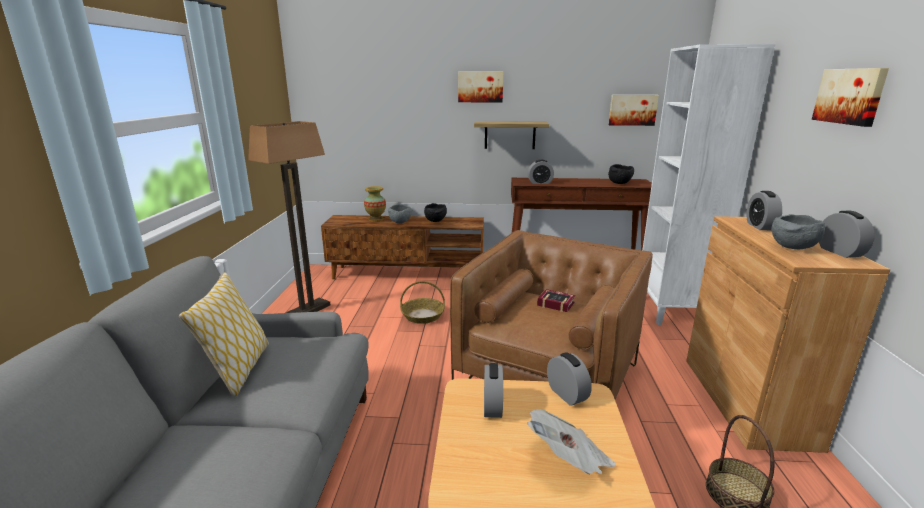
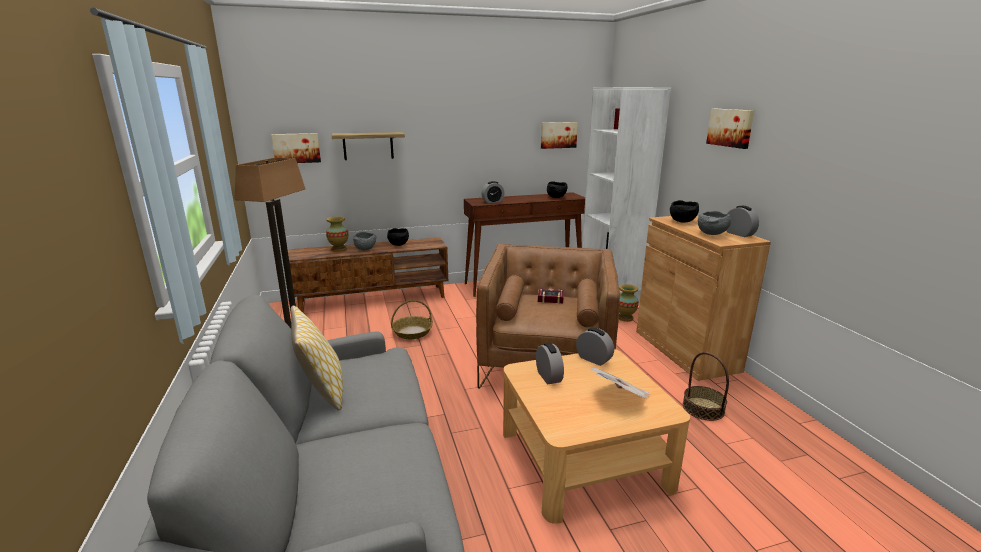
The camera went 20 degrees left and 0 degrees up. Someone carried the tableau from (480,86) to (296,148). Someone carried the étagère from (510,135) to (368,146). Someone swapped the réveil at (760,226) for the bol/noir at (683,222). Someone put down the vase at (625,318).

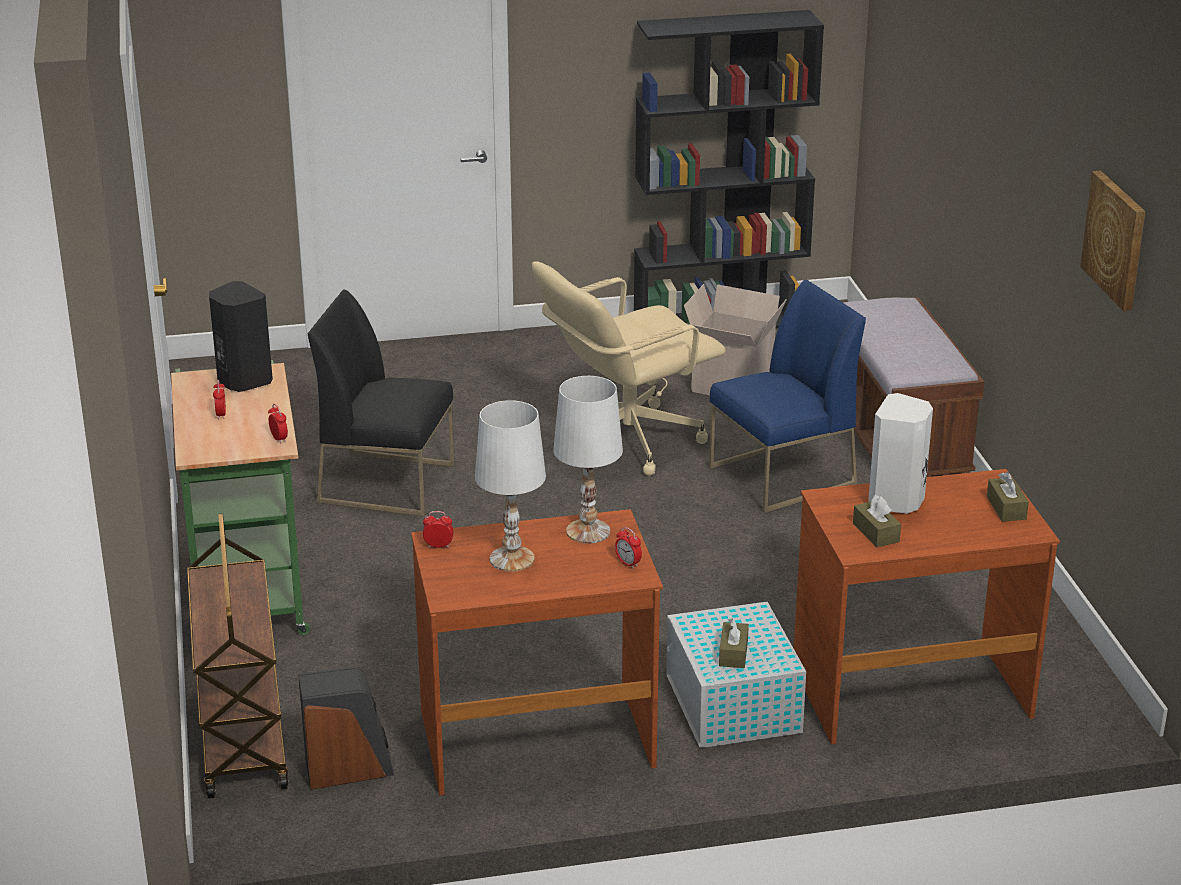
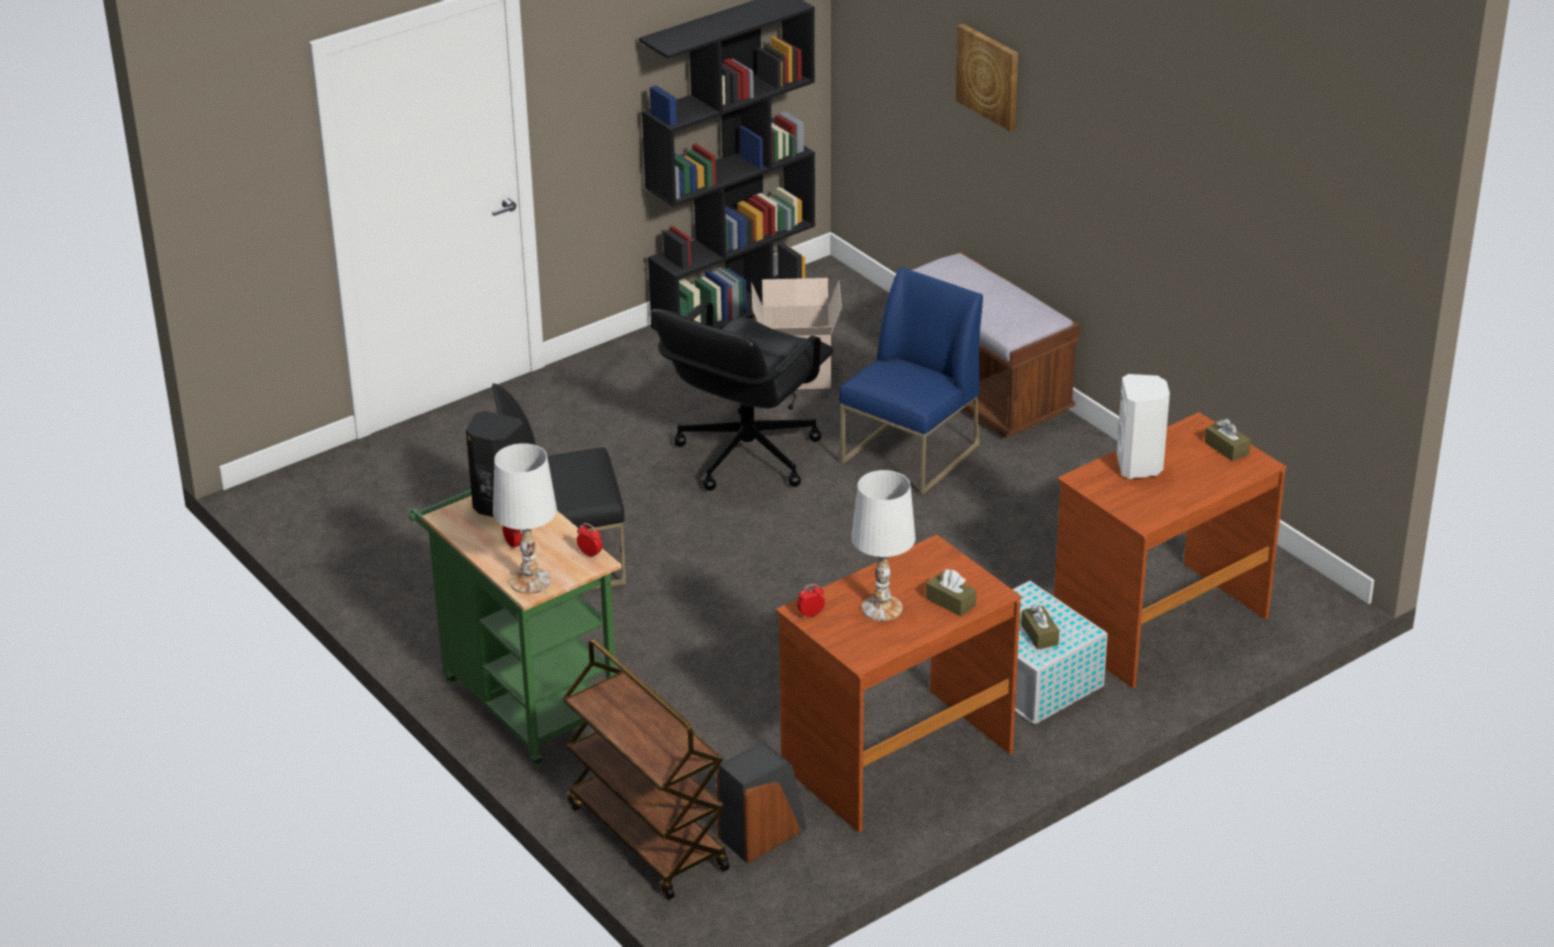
The camera went 25 degrees left and 5 degrees up. Someone repainted the chaise de bureau/beige at (626,439), which became the chaise de bureau/noir at (745,455). Someone carried the lampe de table/blanc from (588,532) to (530,581). Someone took away the réveil at (628,563). Someone carried the boîte à mouchoirs/marron from (876,532) to (950,602). Someone carried the tableau from (1116,239) to (989,76).

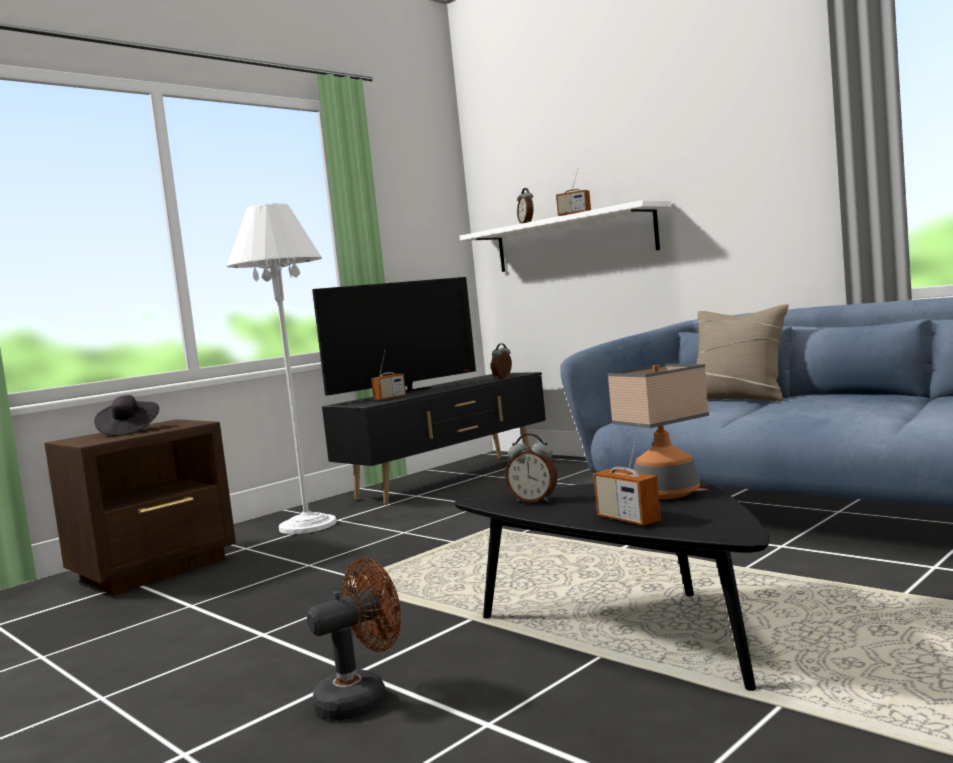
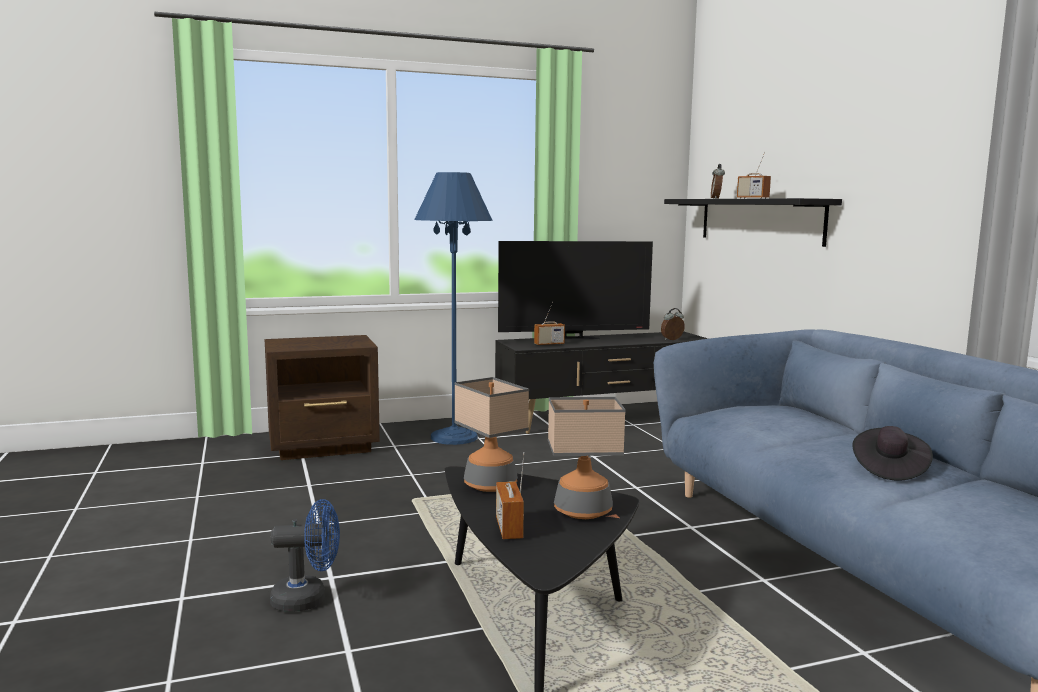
The camera went 25 degrees right and 5 degrees up. Someone carried the chapeau/noir from (129,431) to (888,469). Someone repainted the lampadaire/blanc at (308,525), which became the lampadaire/bleu at (454,437). Someone repainted the ventilateur/marron at (362,699), which became the ventilateur/bleu at (308,599). Someone repainted the étagère/blanc at (572,240), which became the étagère/noir at (759,220). Someone swapped the réveil at (534,501) for the lampe de table at (490,485). Someone took away the coussin/beige at (739,398).

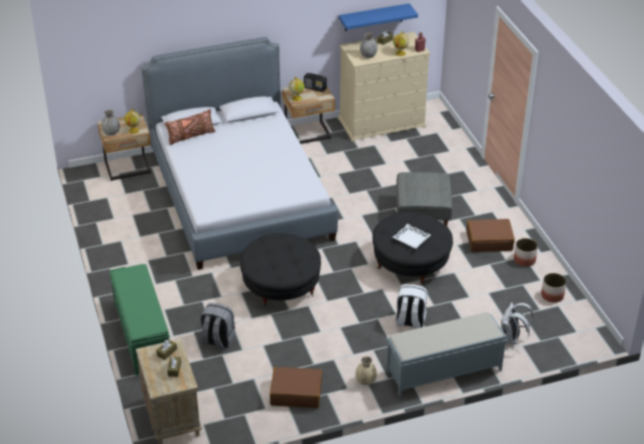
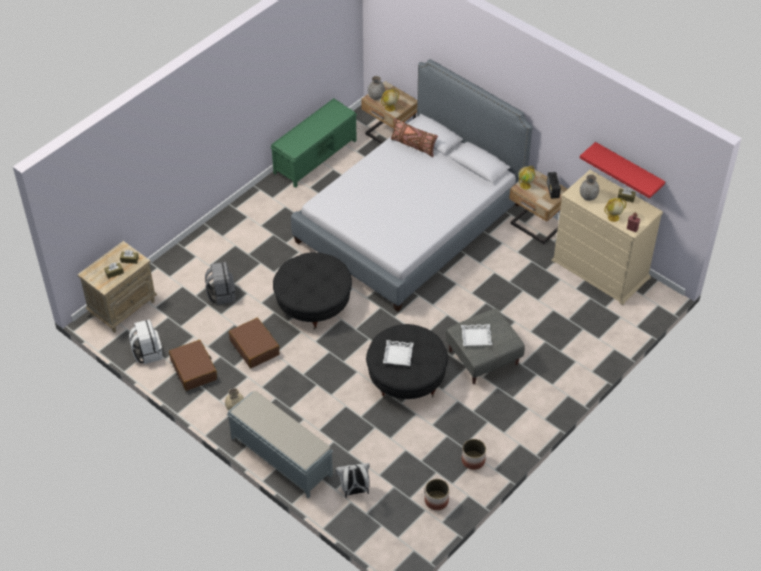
The camera went 60 degrees right and 10 degrees up. Someone carried the banc/vert from (142,334) to (315,156). Someone repainted the étagère/bleu at (374,17), which became the étagère/rouge at (628,169). Someone carried the sac à dos/blanc from (410,321) to (147,353). Someone carried the valise/marron from (489,241) to (255,347). Someone put down the plateau/blanc at (476,337).

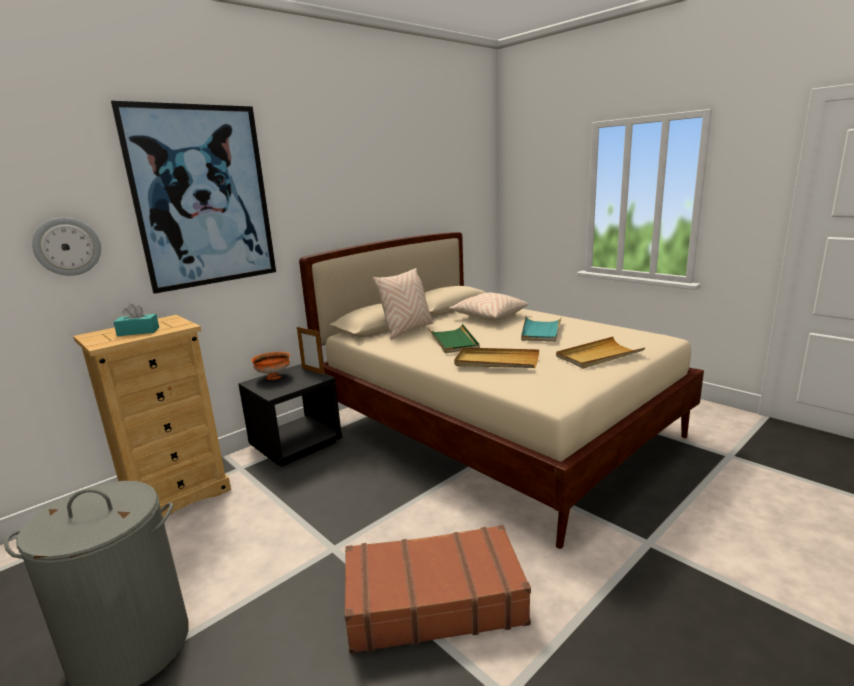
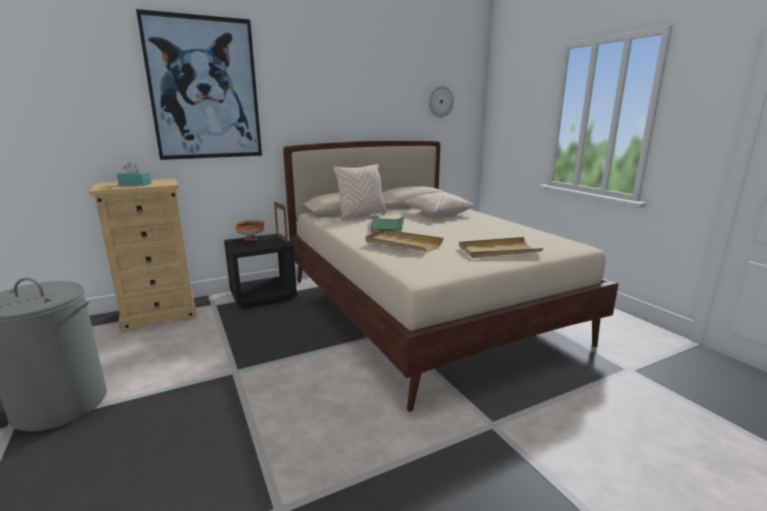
The camera went 15 degrees right and 0 degrees up. Someone carried the horloge murale from (67,246) to (440,101). Someone took away the valise/marron at (433,601). Someone took away the plateau/turquoise at (541,331).

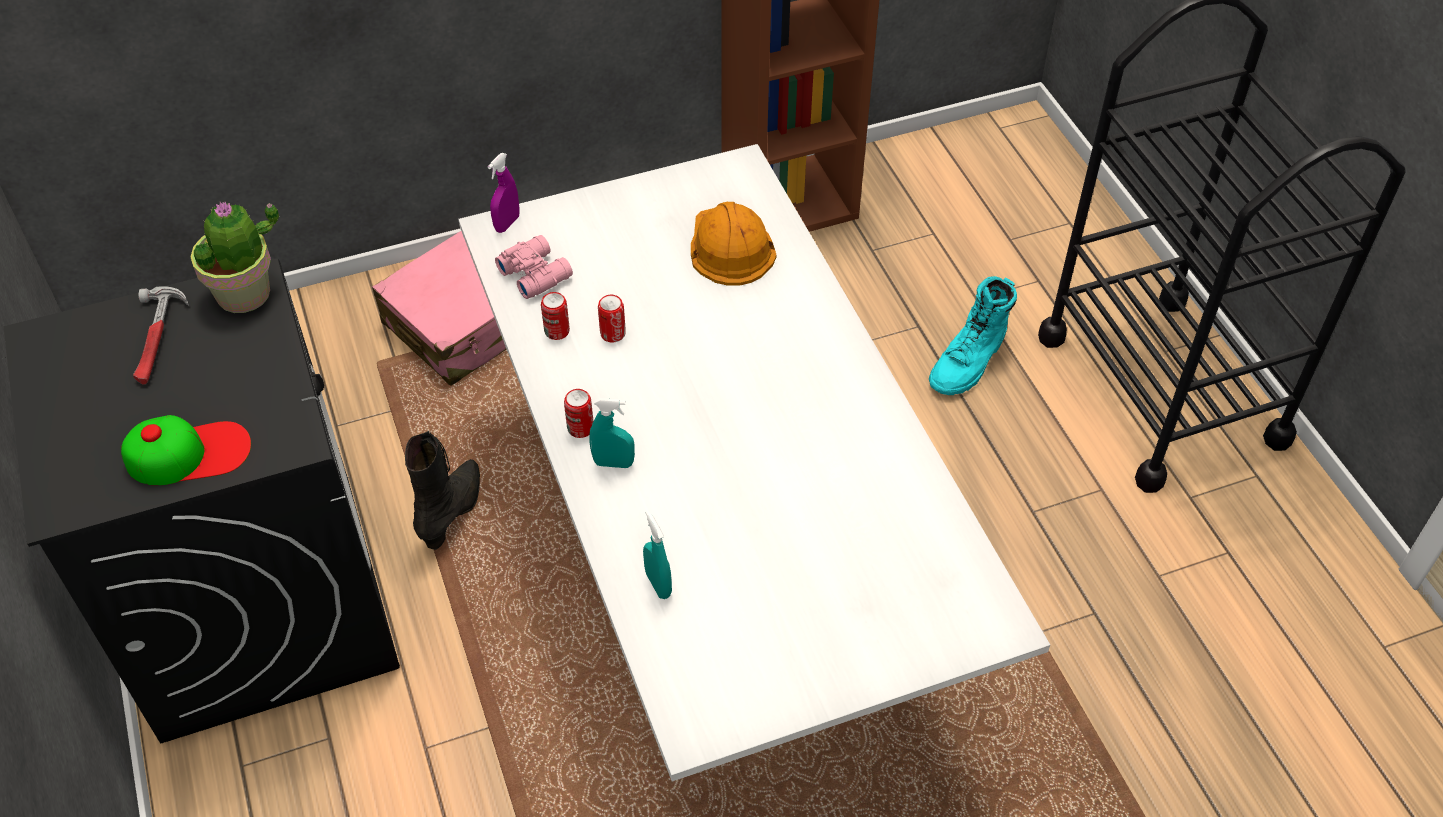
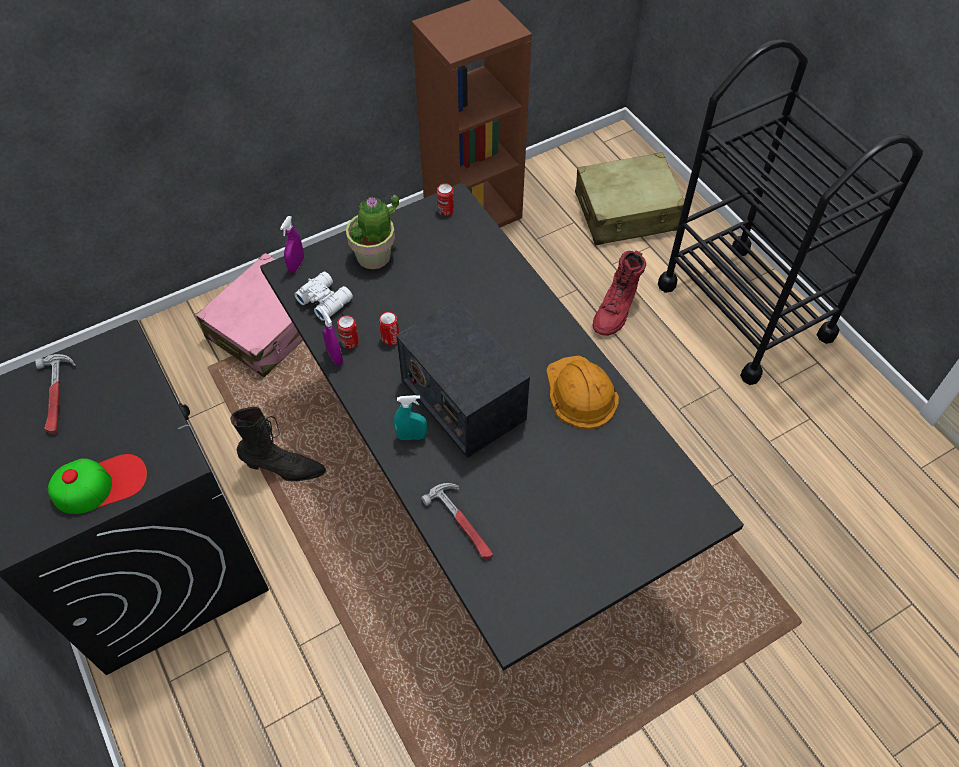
The camera went 10 degrees left and 5 degrees up. Someone carried the plante en pot from (245,294) to (374,256). Someone rotated the botte/noir at (453,512) by 90 degrees clockwise. Someone repainted the table à manger/blanc at (721,571), which became the table à manger/noir at (479,484). Someone repainted the jumelles/rose at (535,273), which became the jumelles/blanc at (325,299). Someone carried the boîte métallique from (580,428) to (445,210). Someone swapped the vaporisateur/turquoise at (658,584) for the marteau at (463,523). Someone carried the casque de chantier/orange from (730,246) to (580,393). Someone repainted the botte/turquoise at (969,362), which became the botte/rouge at (616,310). Someone put down the vaporisateur/violet at (334,356). Someone put down the radio at (462,399). Someone put down the valise/beige at (627,212).

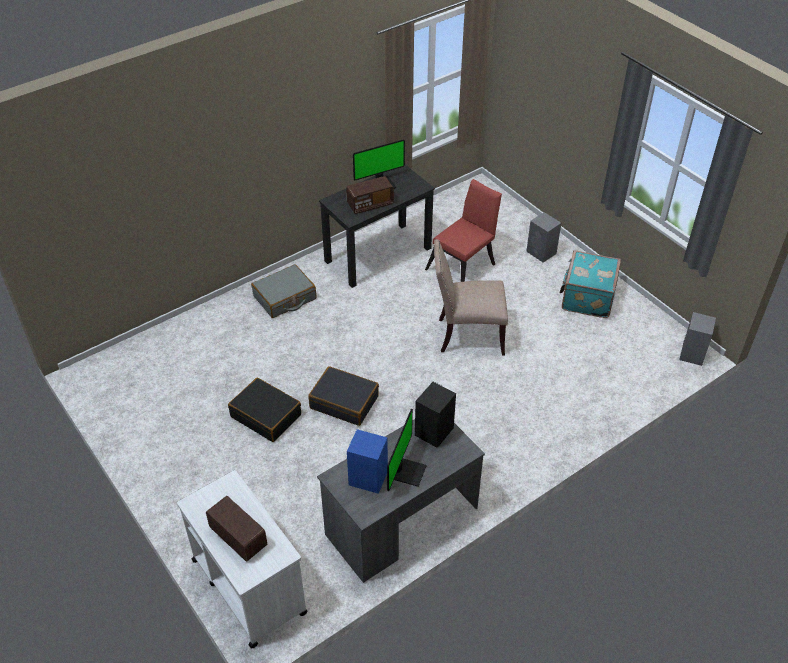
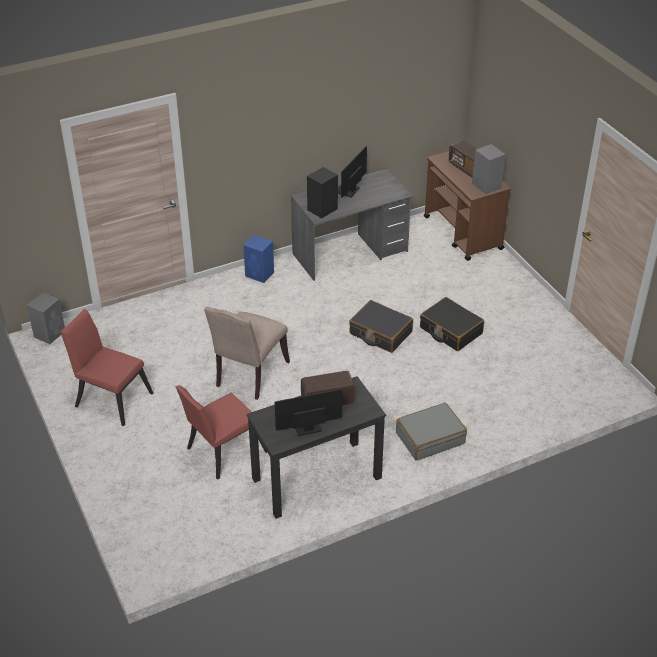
The camera went 170 degrees left and 5 degrees down. Someone repainted the chariot/blanc at (248,585), which became the chariot/marron at (463,233). Someone carried the enceinte/bleu from (367,478) to (260,274). Someone rotated the chaise/beige at (467,335) by 105 degrees clockwise. Someone carried the enceinte/gris from (541,253) to (486,185). Someone swapped the valise/turquoise at (586,297) for the chaise/rouge at (110,397).

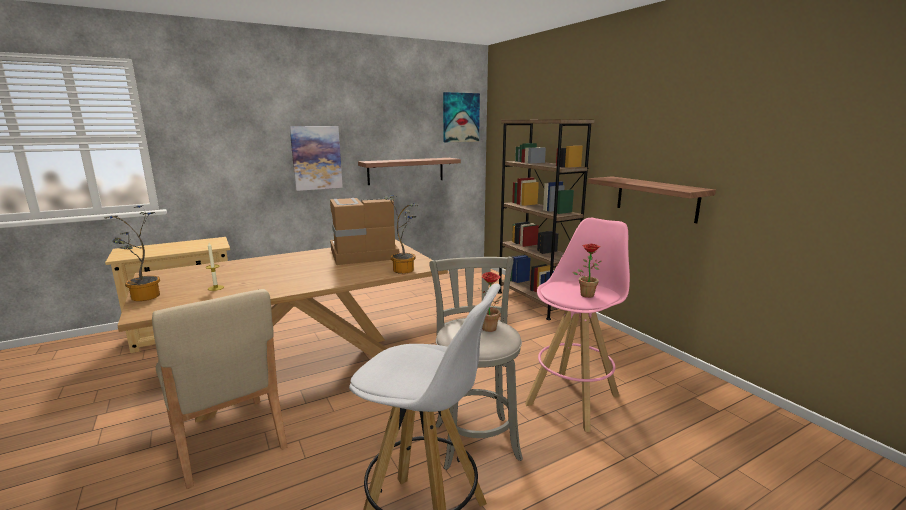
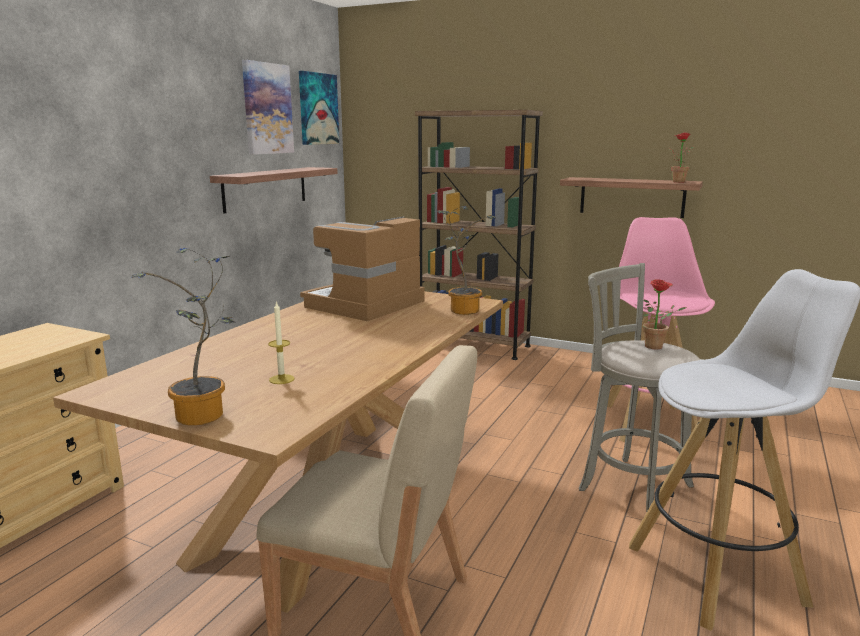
The camera went 35 degrees left and 0 degrees up. Someone carried the tableau from (316,158) to (267,109). Someone carried the plante en pot from (586,294) to (676,182).

